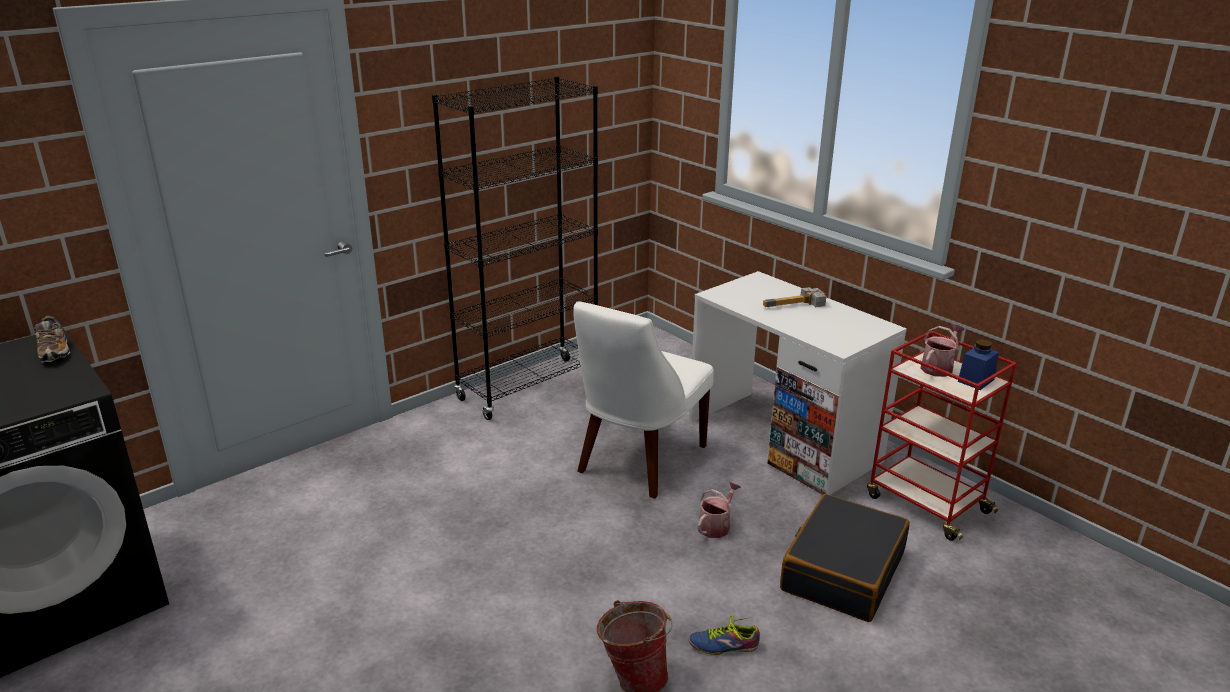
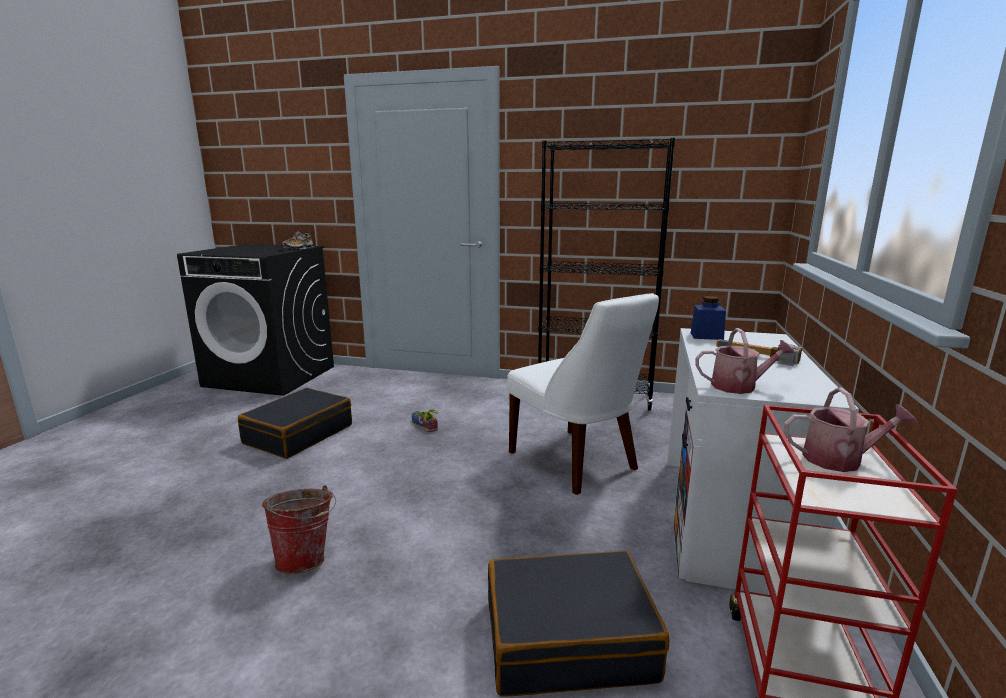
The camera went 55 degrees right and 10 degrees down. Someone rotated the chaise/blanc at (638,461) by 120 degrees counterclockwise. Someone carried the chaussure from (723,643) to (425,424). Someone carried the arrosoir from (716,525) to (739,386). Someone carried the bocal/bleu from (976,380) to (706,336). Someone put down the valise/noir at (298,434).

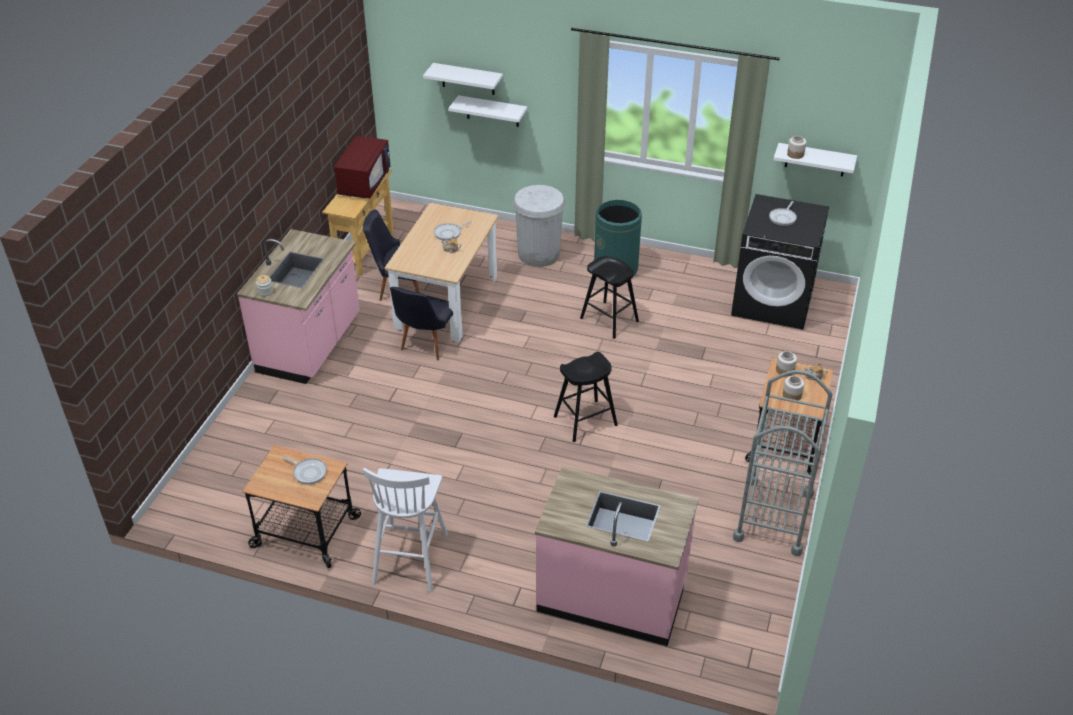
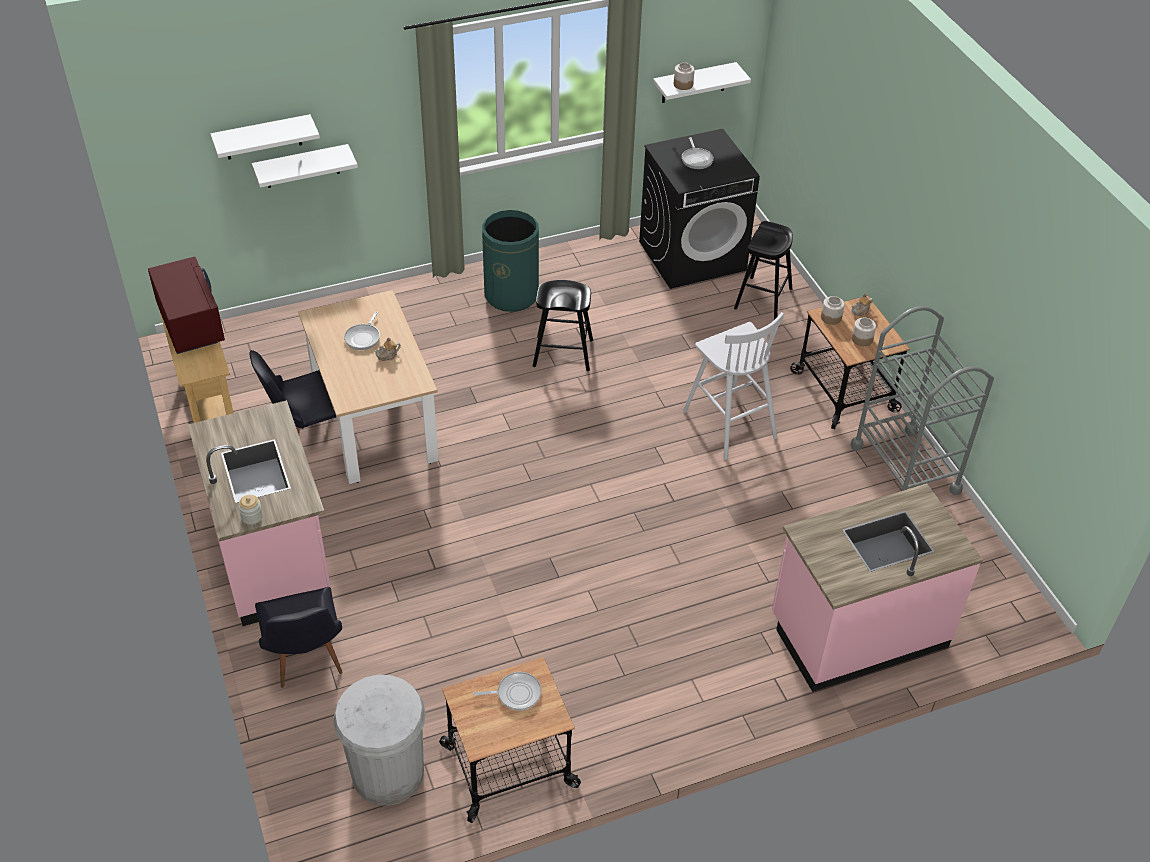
The camera went 40 degrees left and 5 degrees up. Someone carried the tabouret/blanc from (411,557) to (728,423). Someone carried the chaise/noir from (426,344) to (306,660). Someone carried the poubelle/blanc from (538,254) to (388,773). Someone carried the tabouret/noir from (585,421) to (763,298).

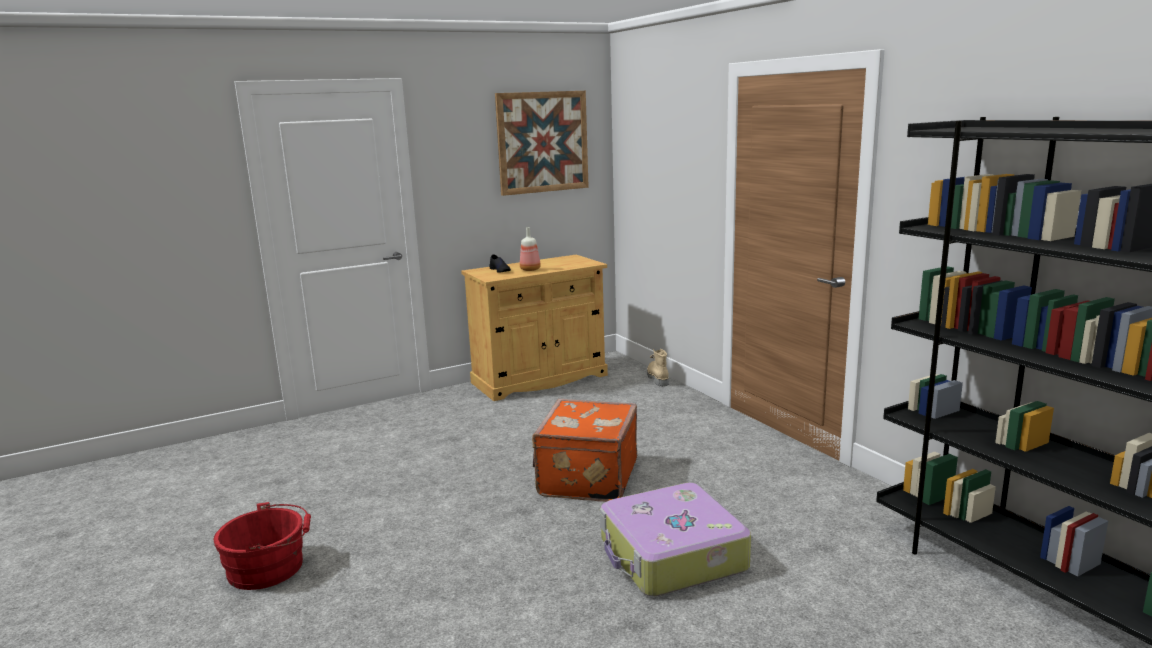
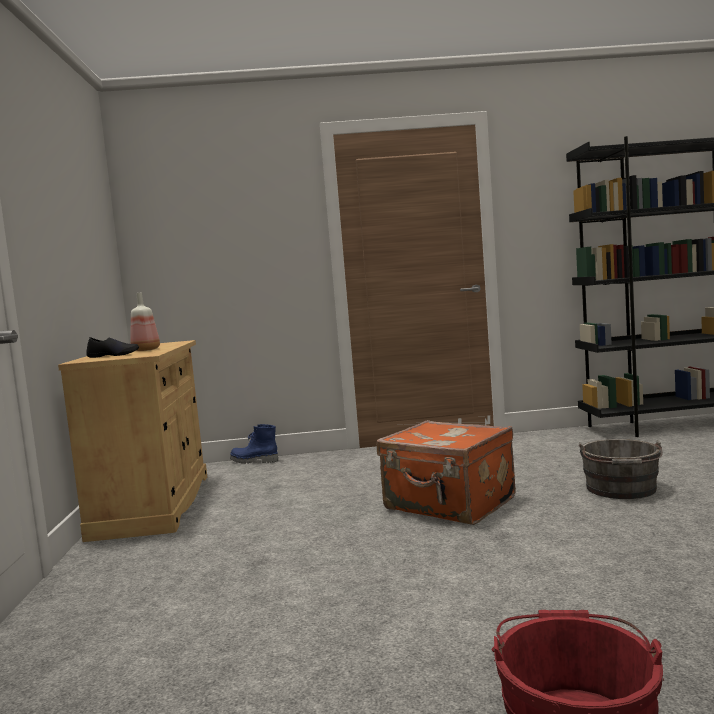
The camera went 65 degrees left and 10 degrees down. Someone took away the tableau at (542,142). Someone swapped the valise at (671,556) for the seau/gris at (621,490). Someone repainted the botte/beige at (657,378), which became the botte/bleu at (253,461).

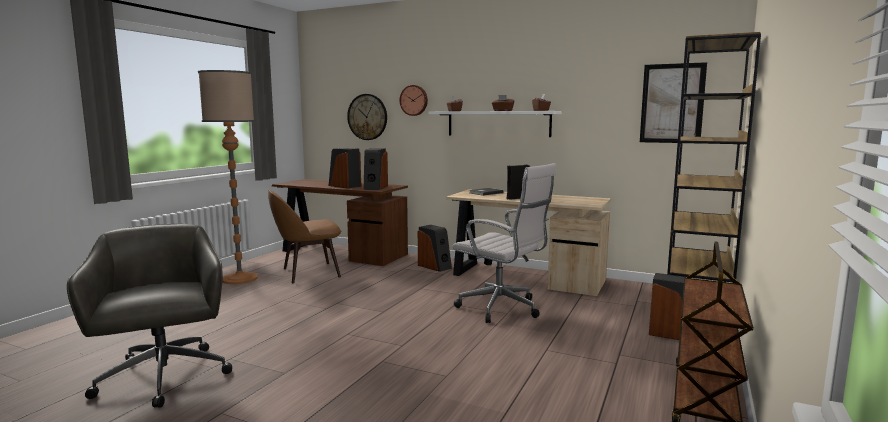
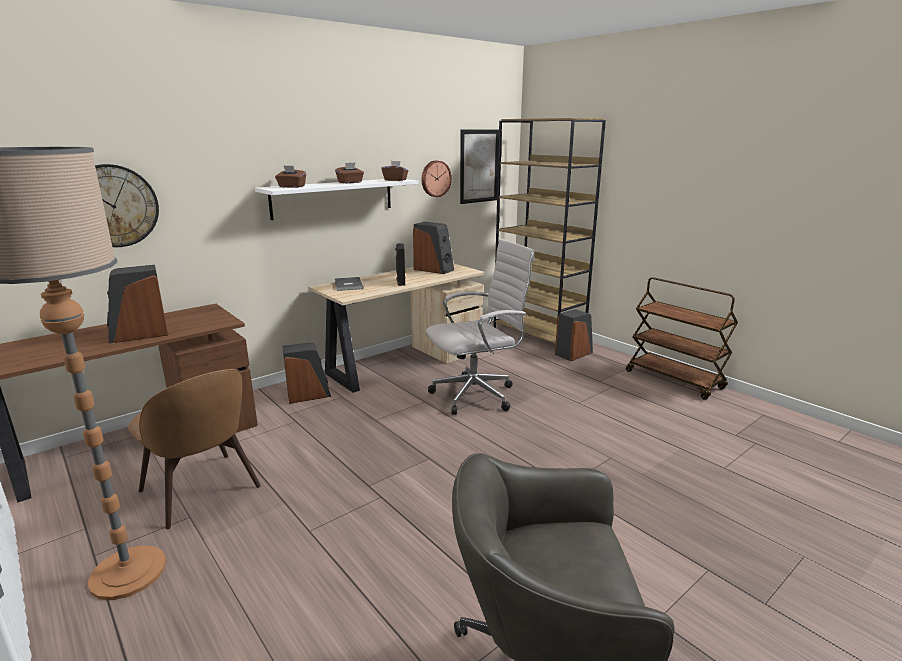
The camera went 65 degrees left and 10 degrees up. Someone rotated the chaise/marron at (308,273) by 45 degrees counterclockwise. Someone carried the enceinte from (375,187) to (434,269). Someone carried the horloge murale from (414,100) to (435,178).

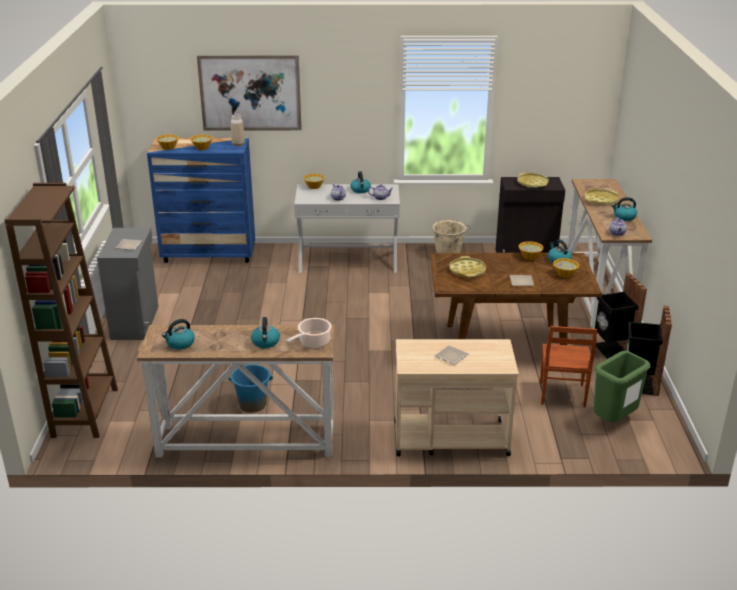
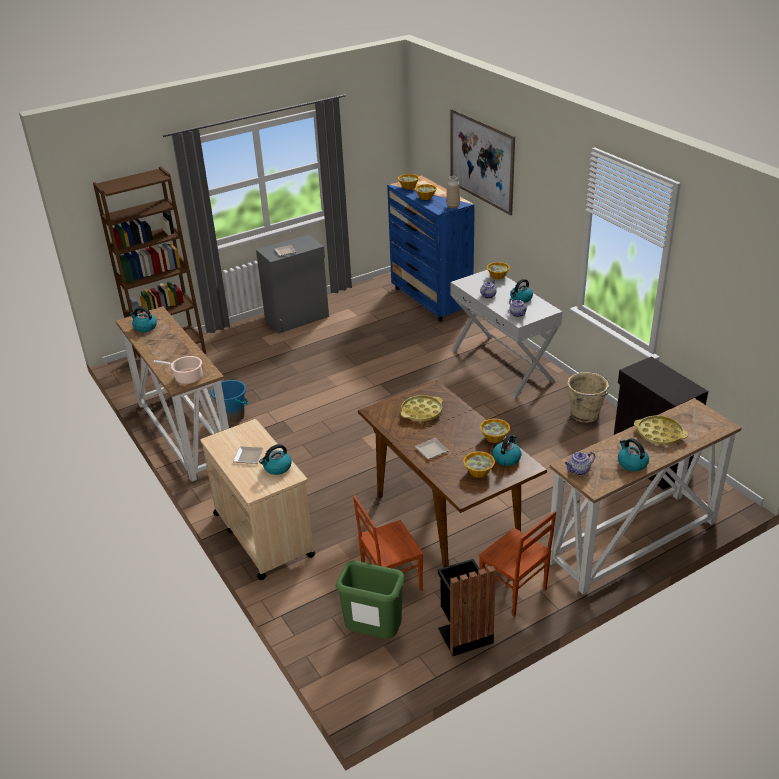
The camera went 60 degrees right and 5 degrees up. Someone carried the bouilloire from (266,342) to (277,468). Someone took away the plateau/jaune at (532,183). Someone swapped the poubelle/noir at (612,350) for the chaise/marron at (513,592).

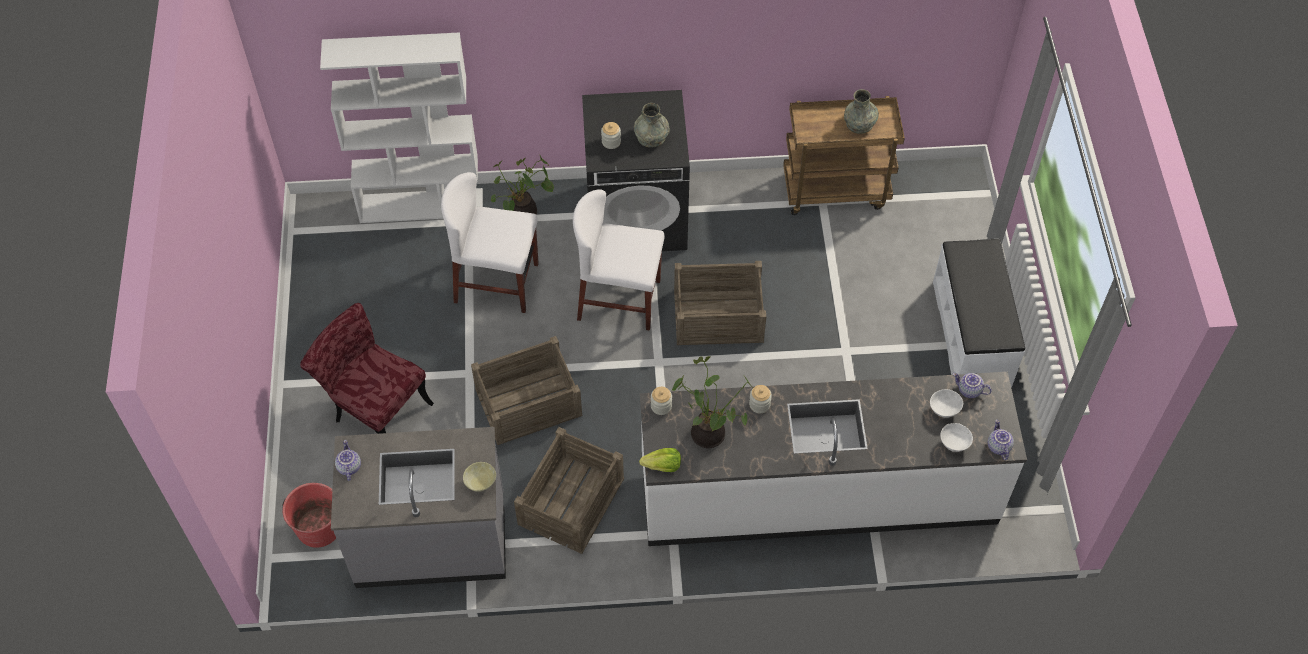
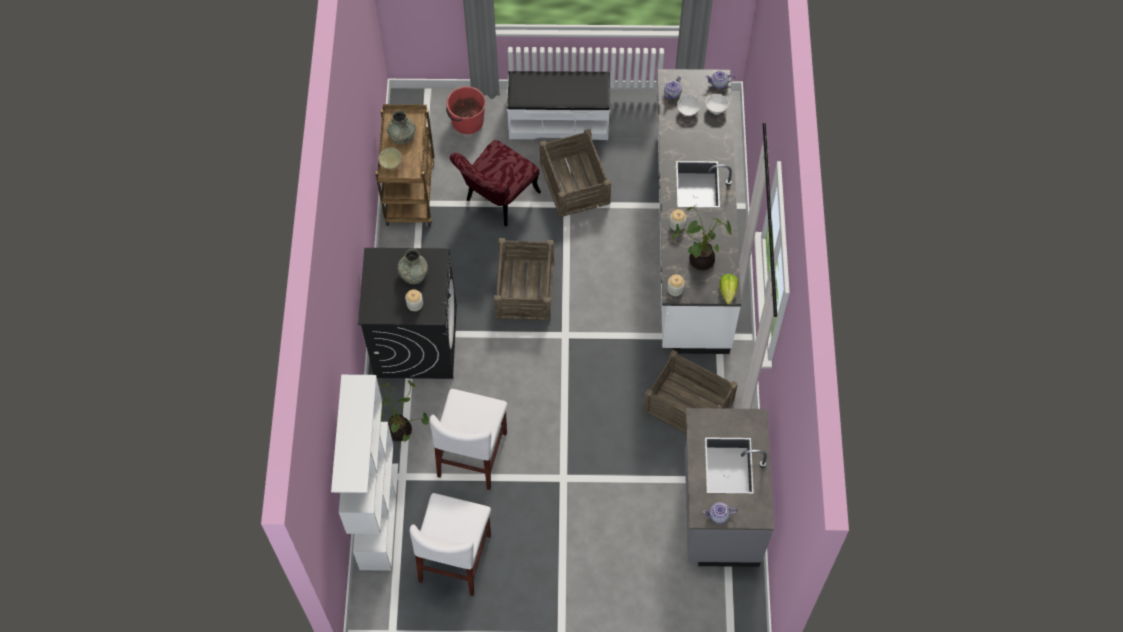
The camera went 85 degrees left and 5 degrees up. Someone carried the seau/rouge from (319,527) to (467,121). Someone carried the chaise/rouge from (375,408) to (497,201). Someone carried the bol/beige from (480,482) to (390,164). Someone carried the caisse from (529,403) to (575,182). Someone carried the chaise/blanc from (619,299) to (455,558).

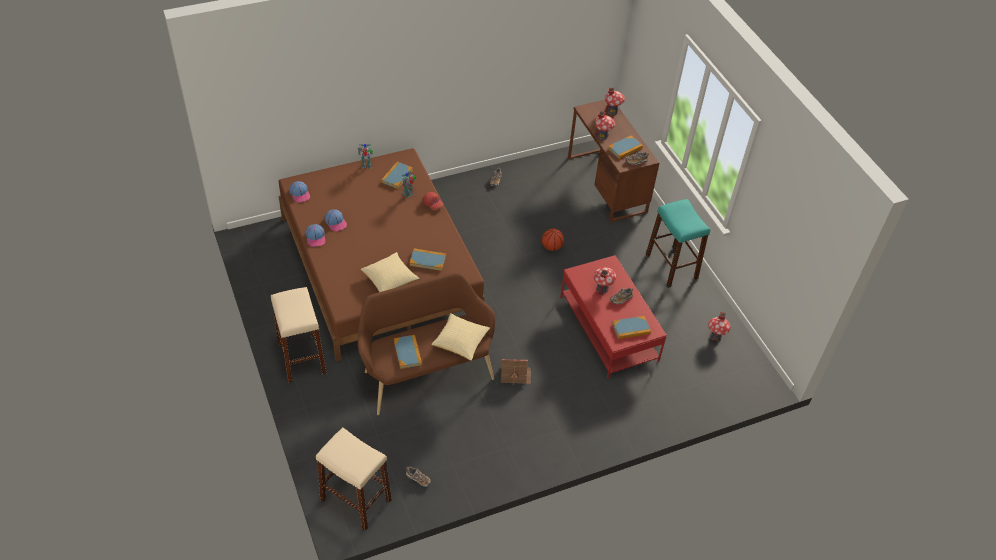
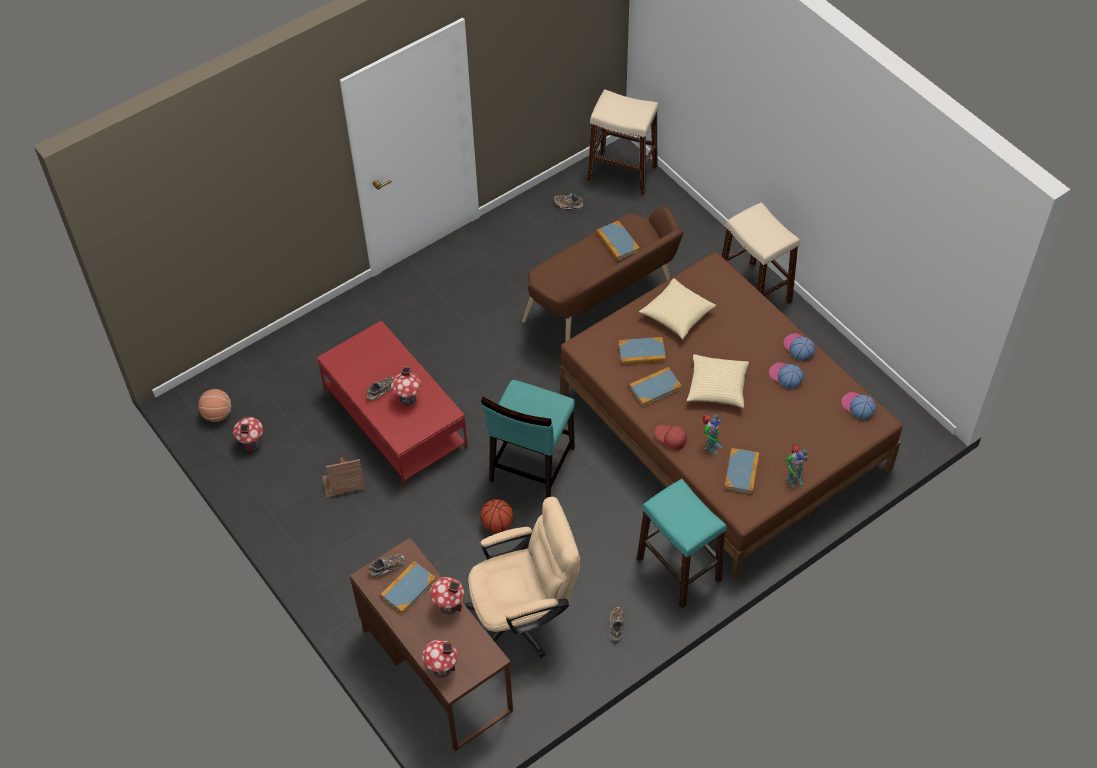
The camera went 170 degrees right and 5 degrees up. Someone carried the coussin from (460,342) to (717,388). Someone carried the maison miniature from (515,375) to (344,482). Someone carried the livre from (631,329) to (655,388). Someone carried the tabouret/turquoise from (671,266) to (679,569). Someone put down the ballon de basket at (217,414). Someone put down the chaise de bureau/beige at (524,618). Someone put down the chaise/turquoise at (531,465).

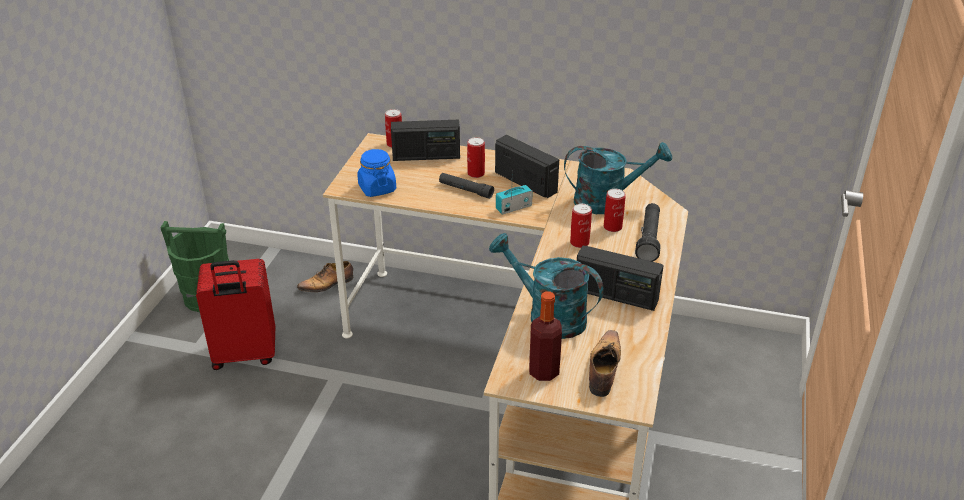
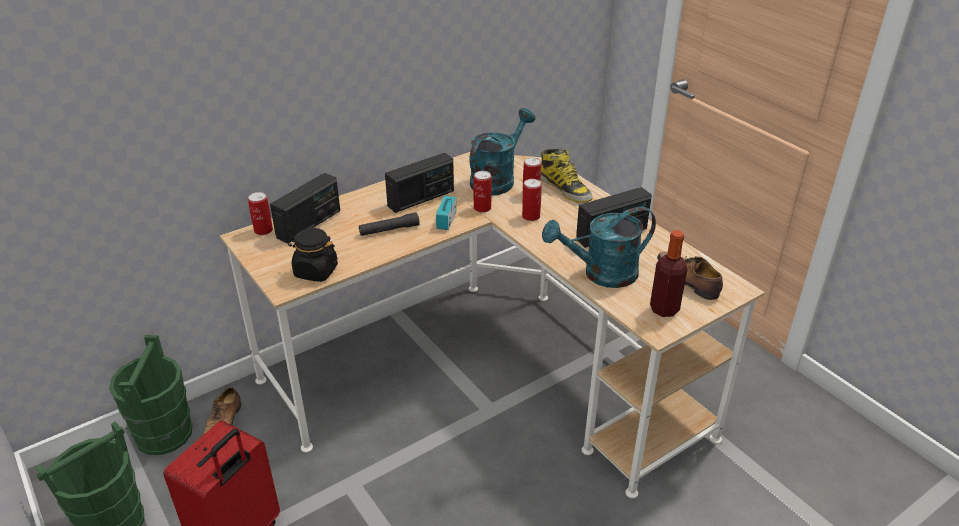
The camera went 50 degrees left and 0 degrees up. Someone repainted the bocal/bleu at (377,188), which became the bocal/noir at (315,271). Someone carried the boîte métallique from (476,173) to (482,208). Someone rotated the radio at (526,182) by 150 degrees clockwise. Someone swapped the lampe de poche/noir at (648,239) for the botte at (565,188). Someone put down the seau/vert at (164,433).

